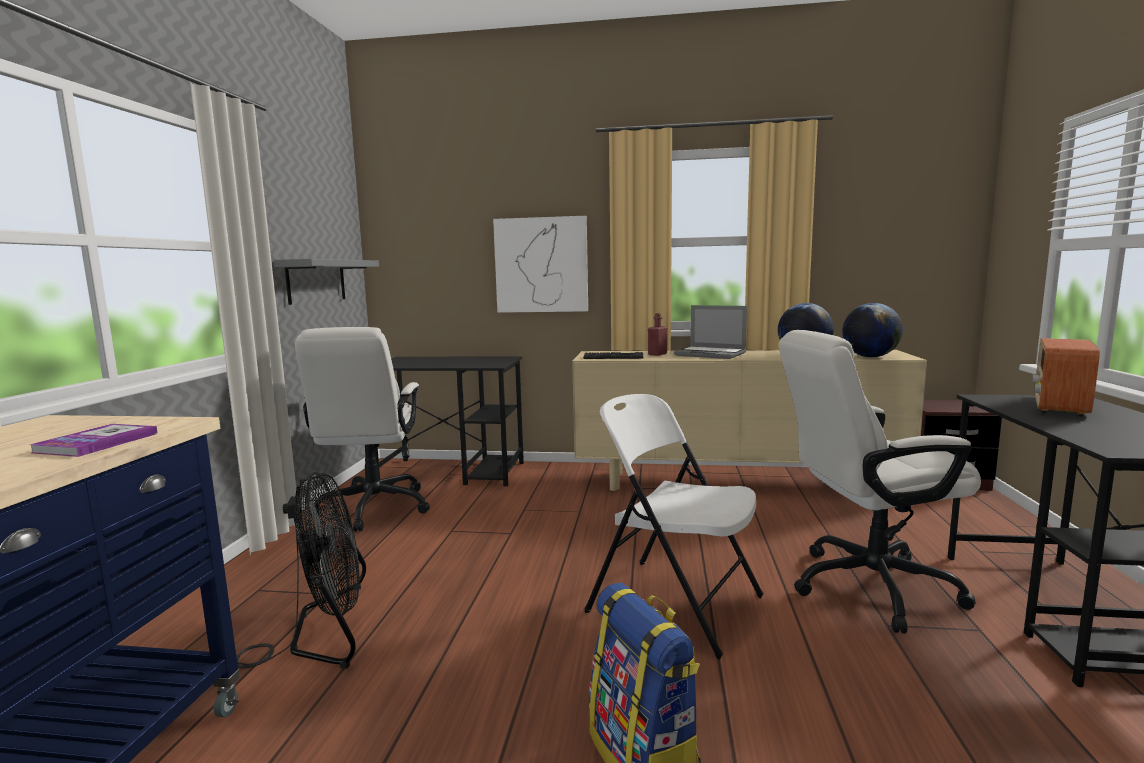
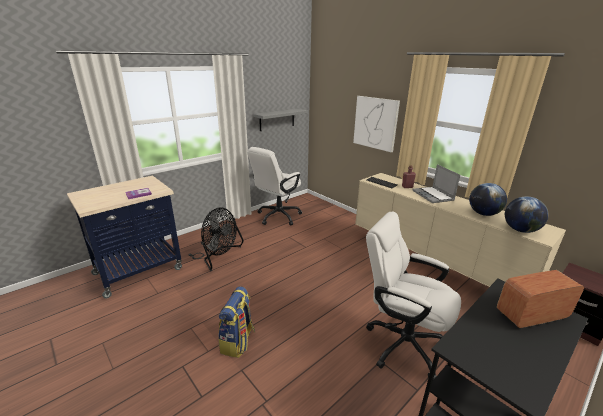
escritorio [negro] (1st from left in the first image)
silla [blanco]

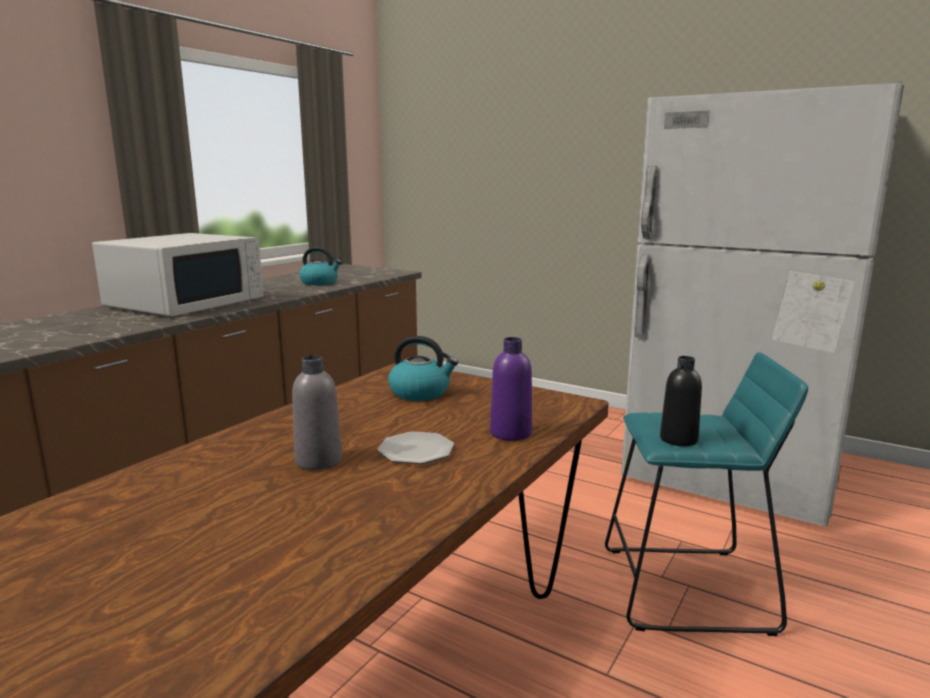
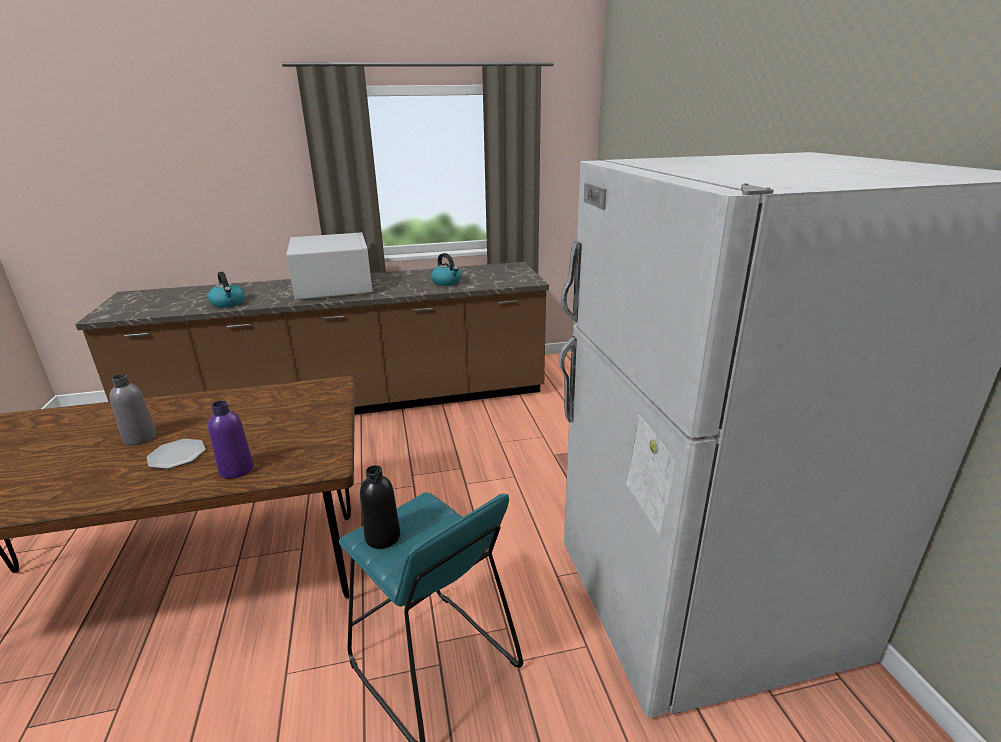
hervidor (1st from left)
microondas [blanco]

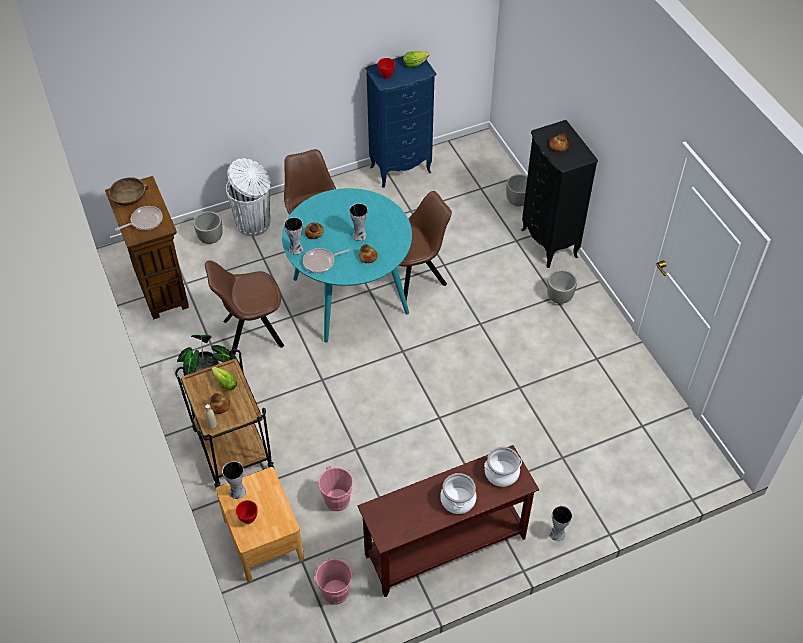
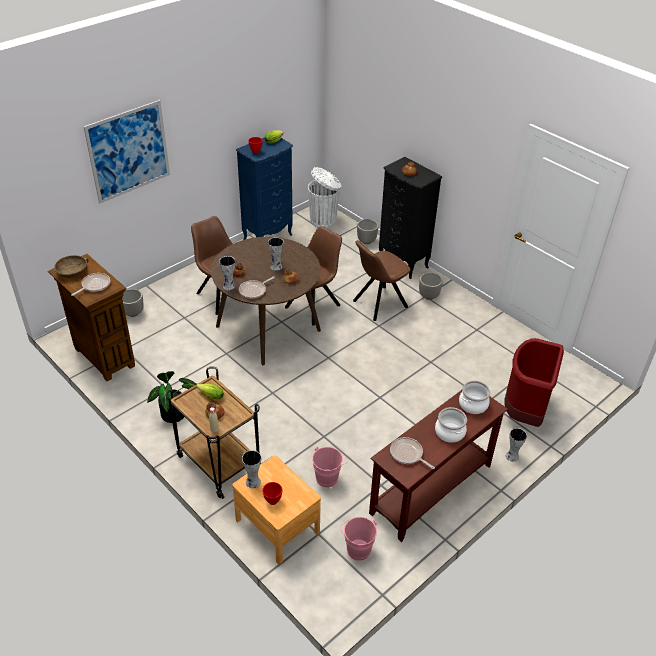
cuadro
sartén (3rd from left)
papelera [rojo]
silla [marrón] (3rd from left)
papelera [blanco]
mesa de comedor [marrón]

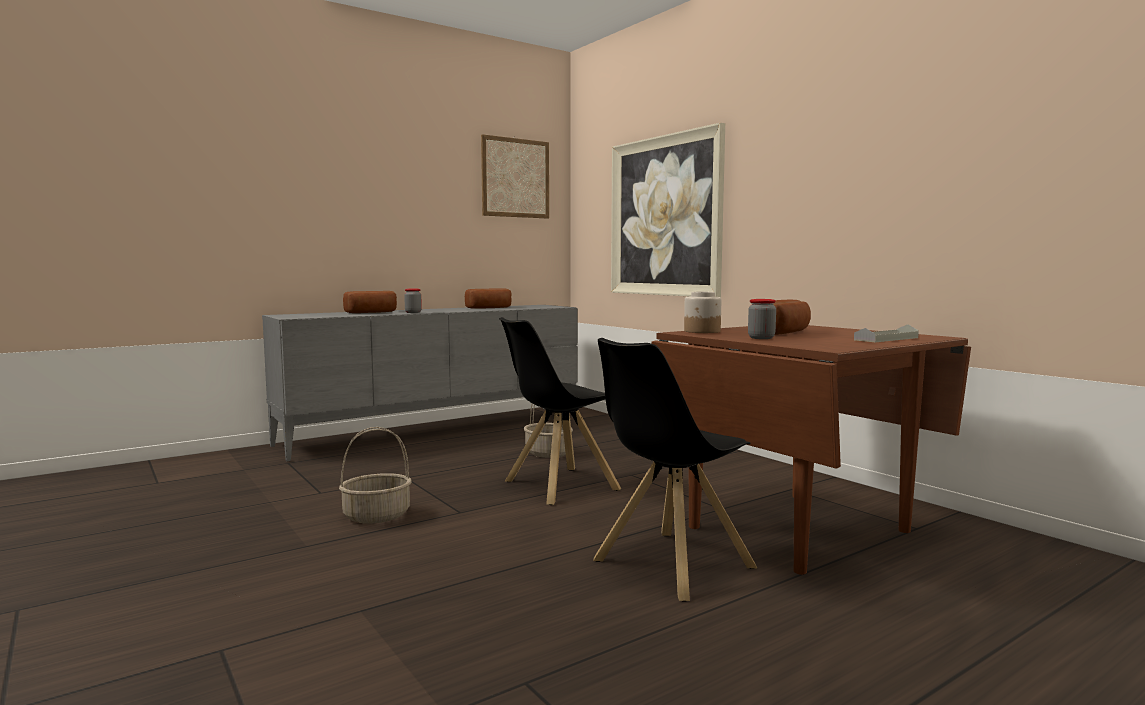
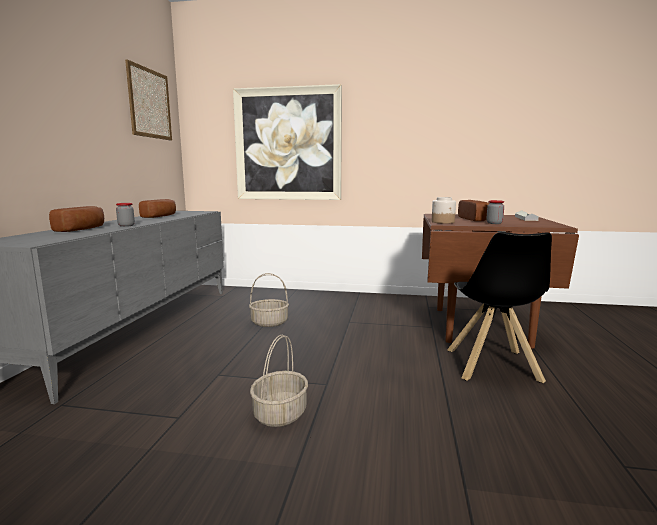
silla [negro] (1st from left in the first image)

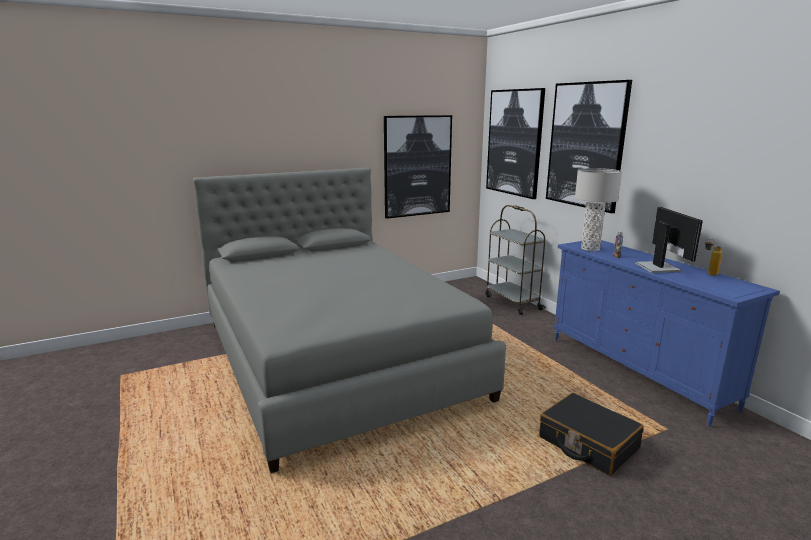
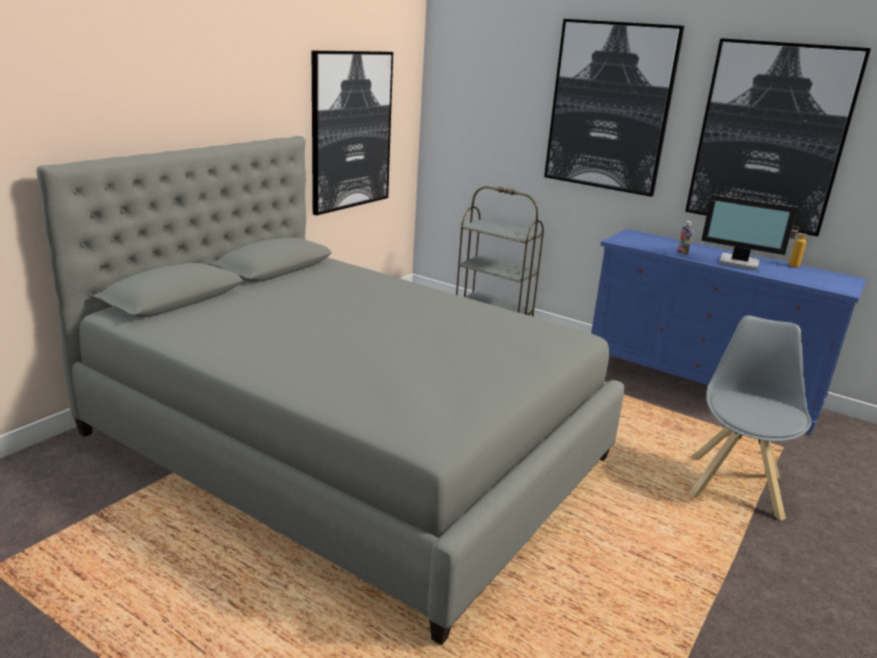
lámpara de mesa [blanco]
cuadro (3rd from left)
silla [gris]
monitor

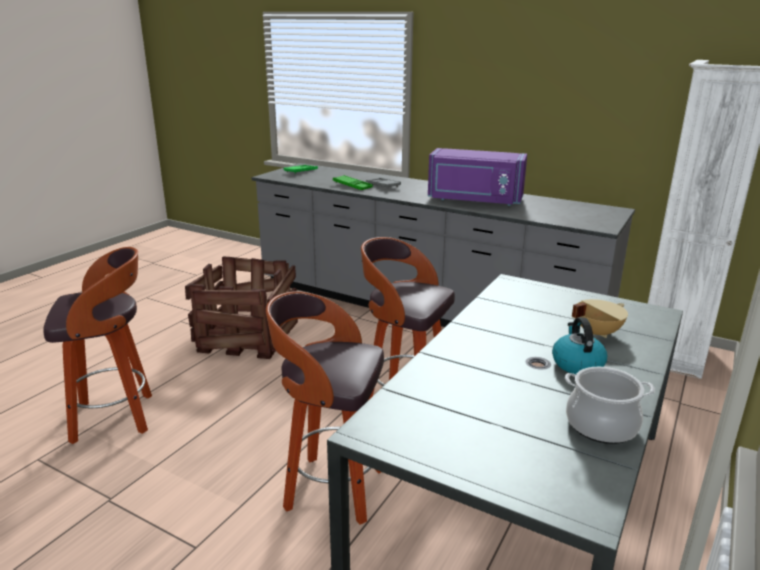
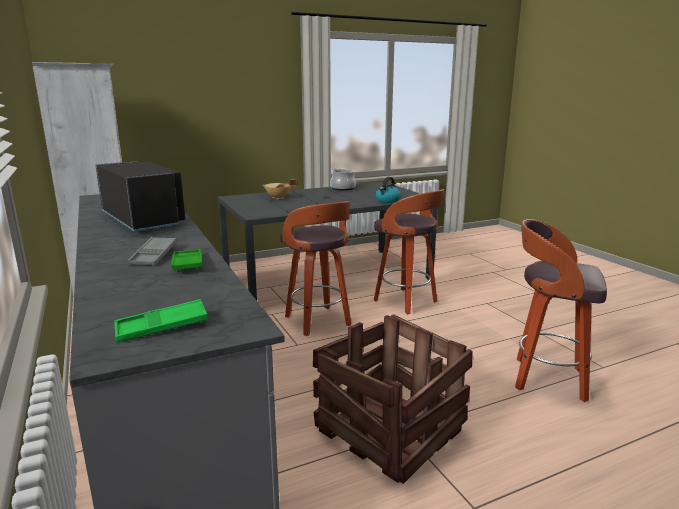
hervidor
microondas [negro]

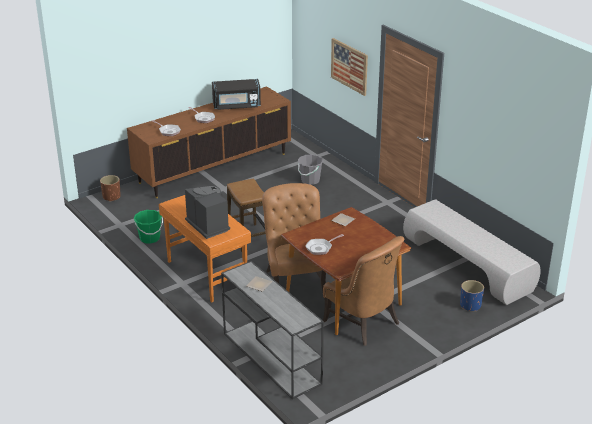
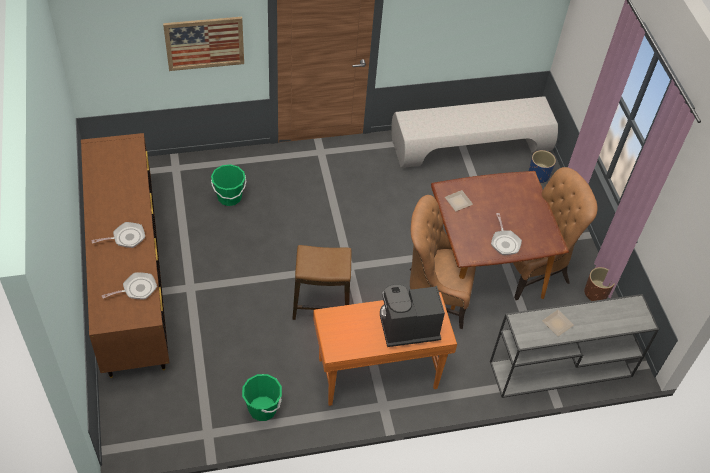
microondas [negro]
maceta [marrón]
cubo [verde] (1st from left)

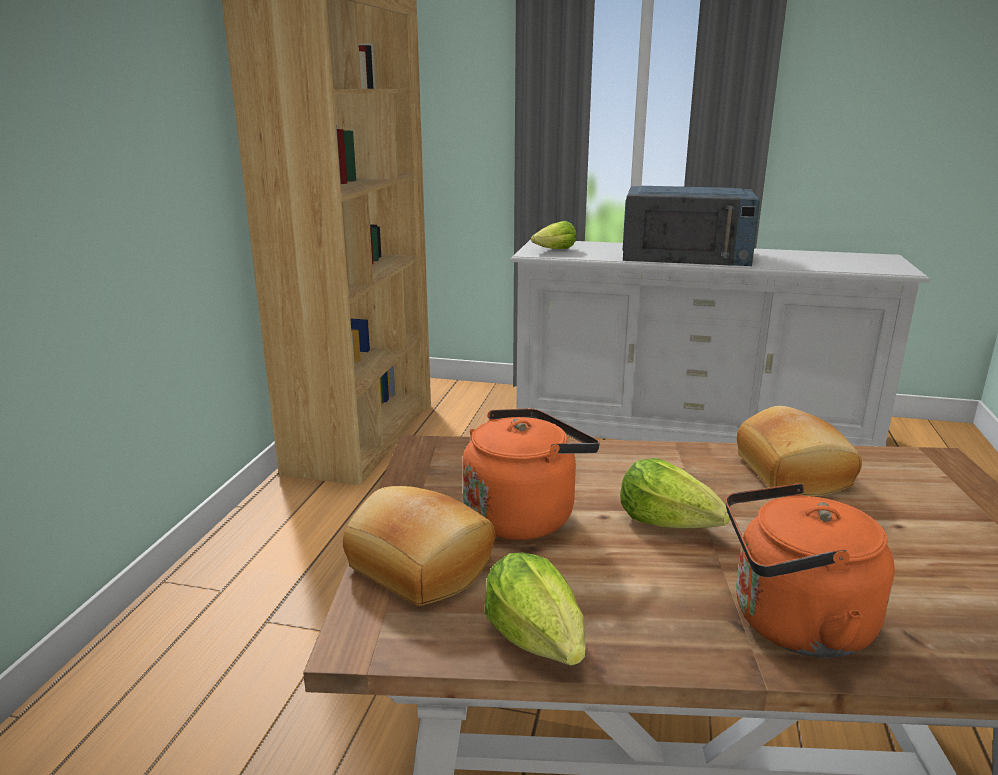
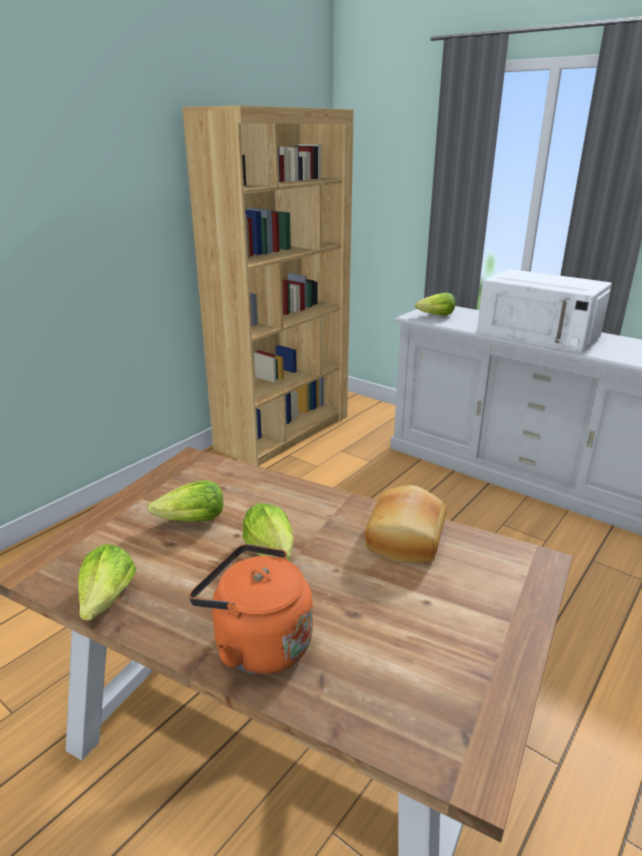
pan (1st from left in the first image)
lechuga (2nd from left)
microondas [blanco]

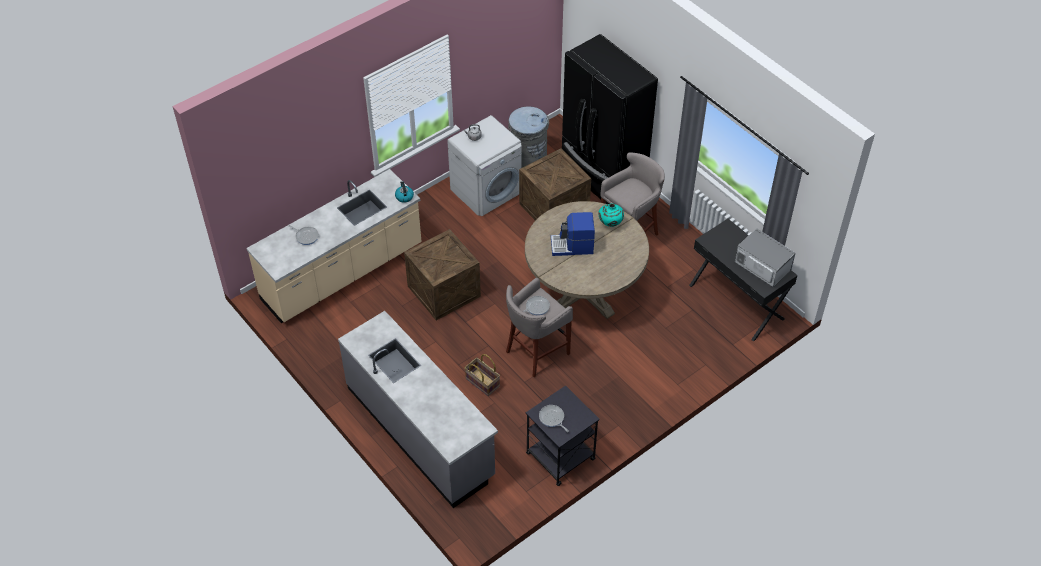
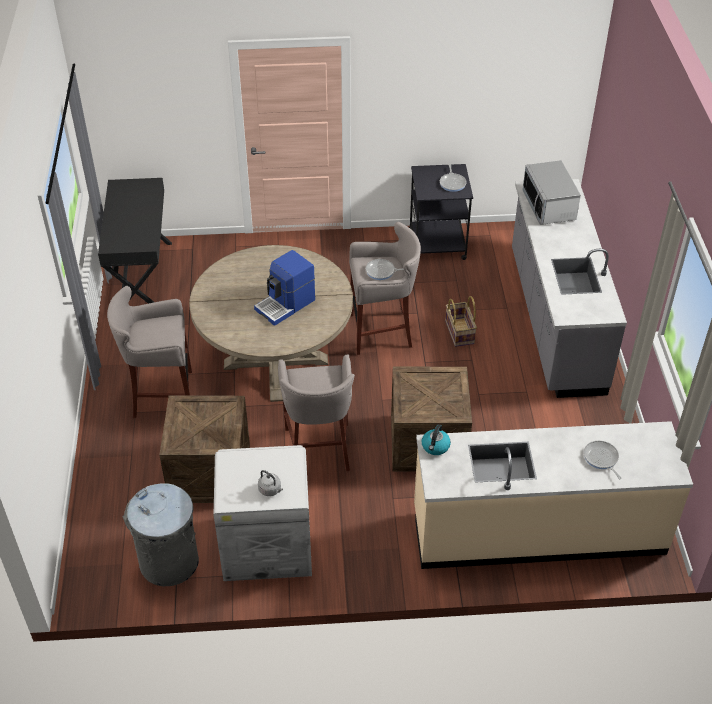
nevera [negro]
florero [turquesa]
taburete [gris] (2nd from left)
microondas
cafetera

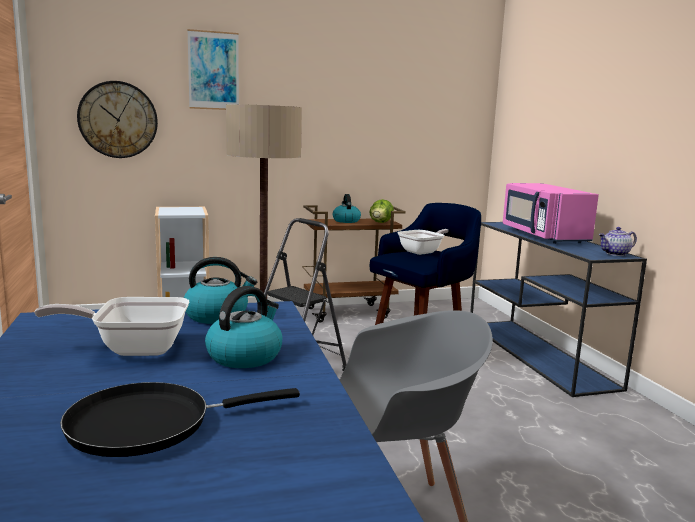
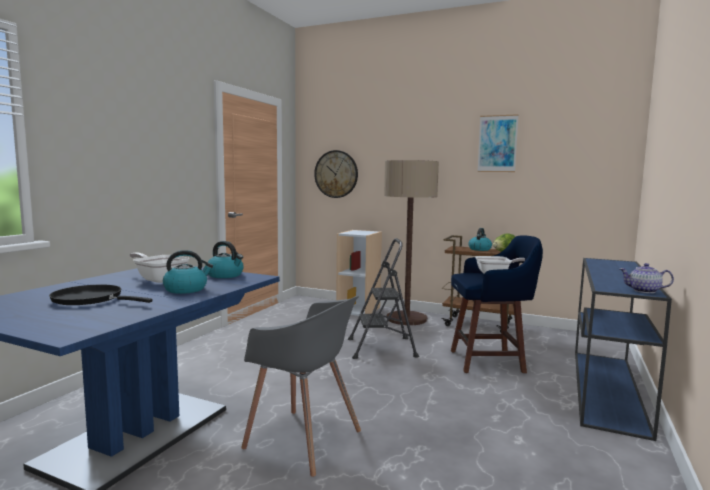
microondas [rosa]
cuadro

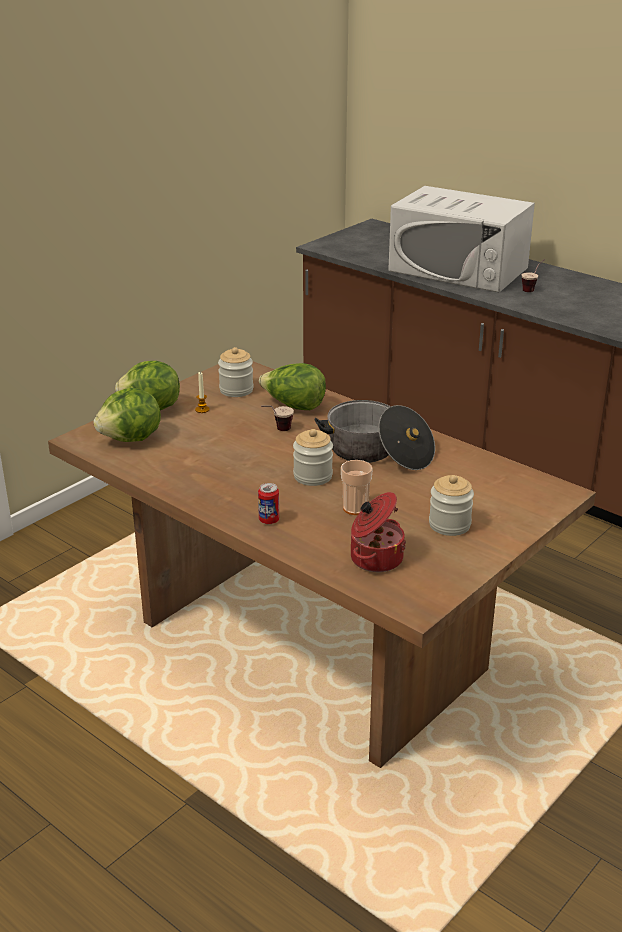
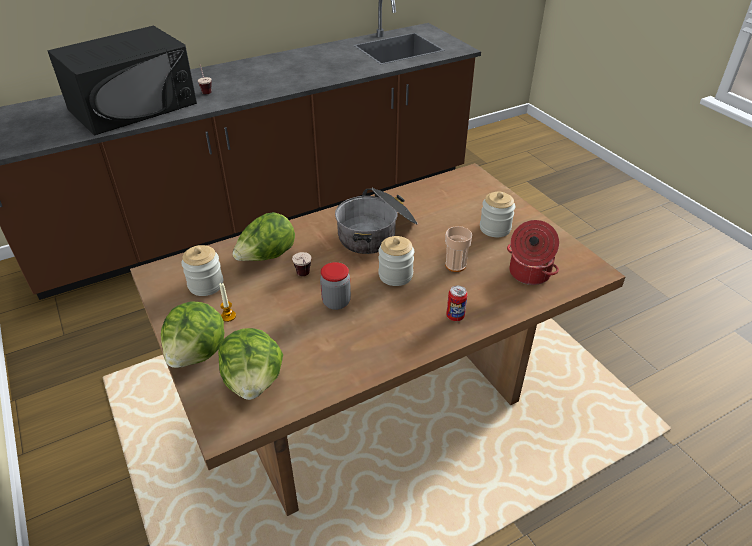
tarro (2nd from left)
microondas [negro]

